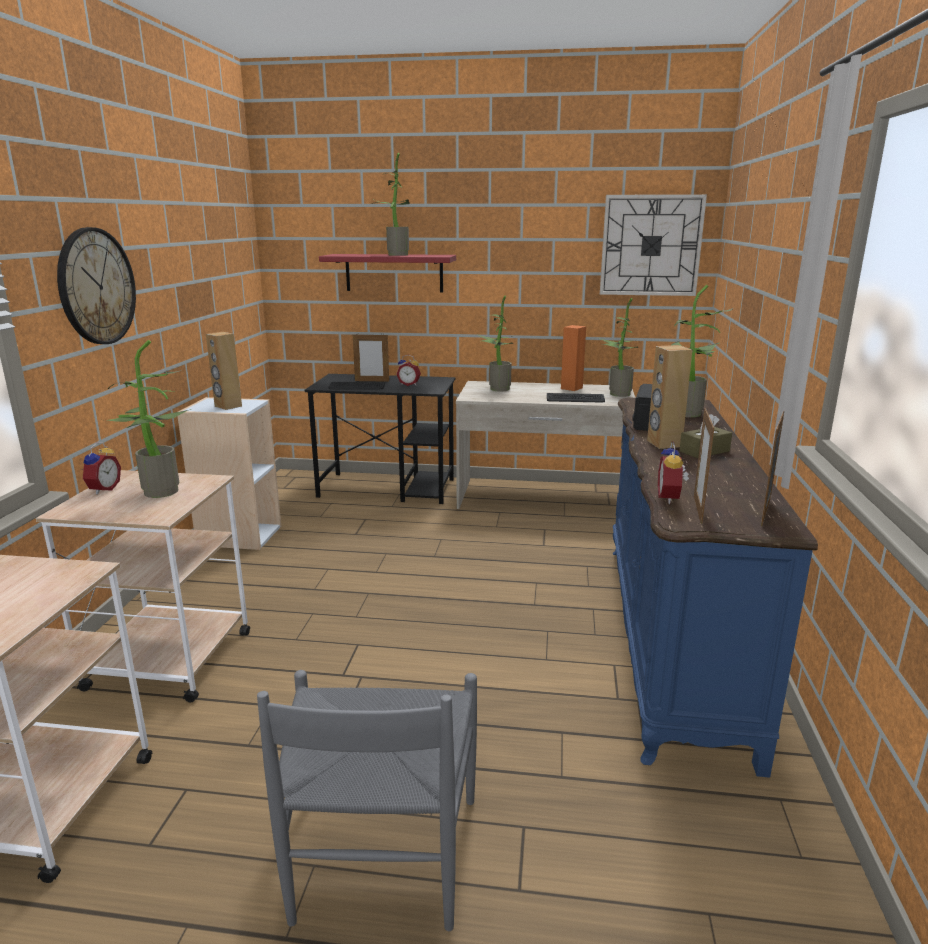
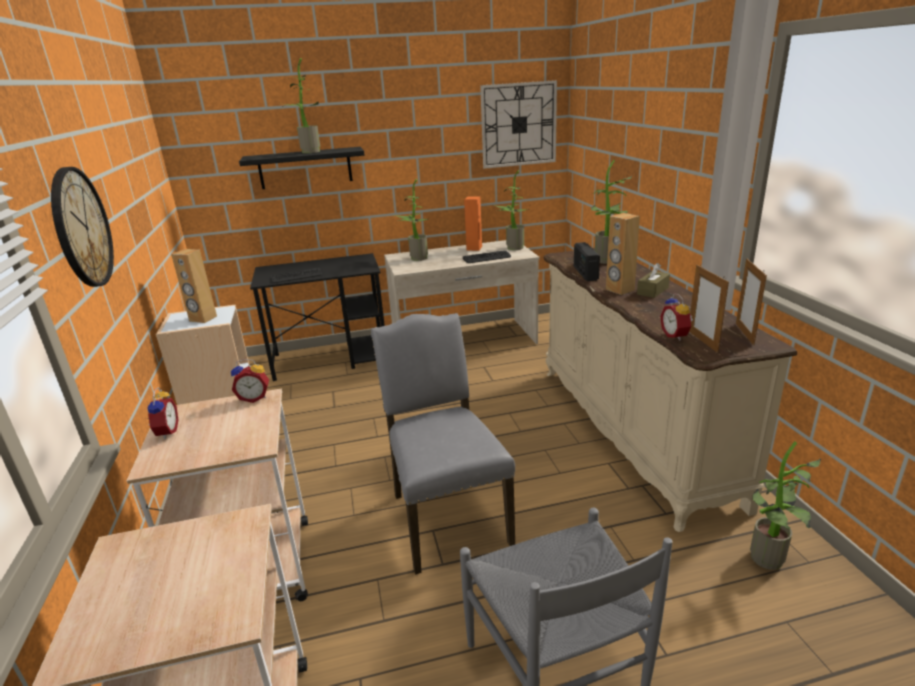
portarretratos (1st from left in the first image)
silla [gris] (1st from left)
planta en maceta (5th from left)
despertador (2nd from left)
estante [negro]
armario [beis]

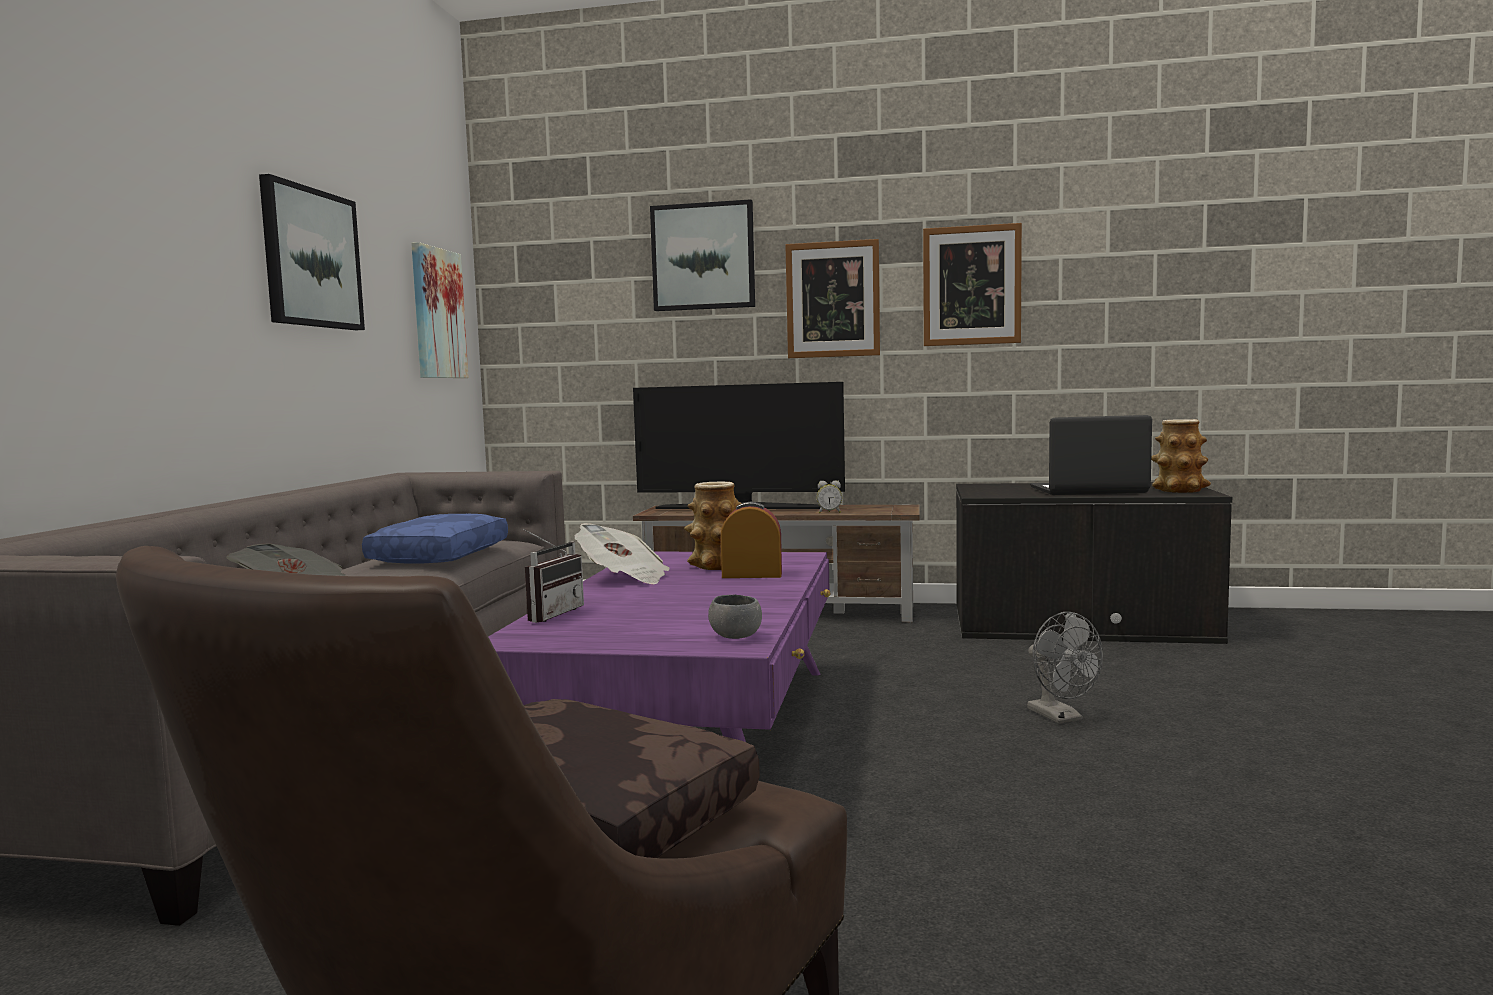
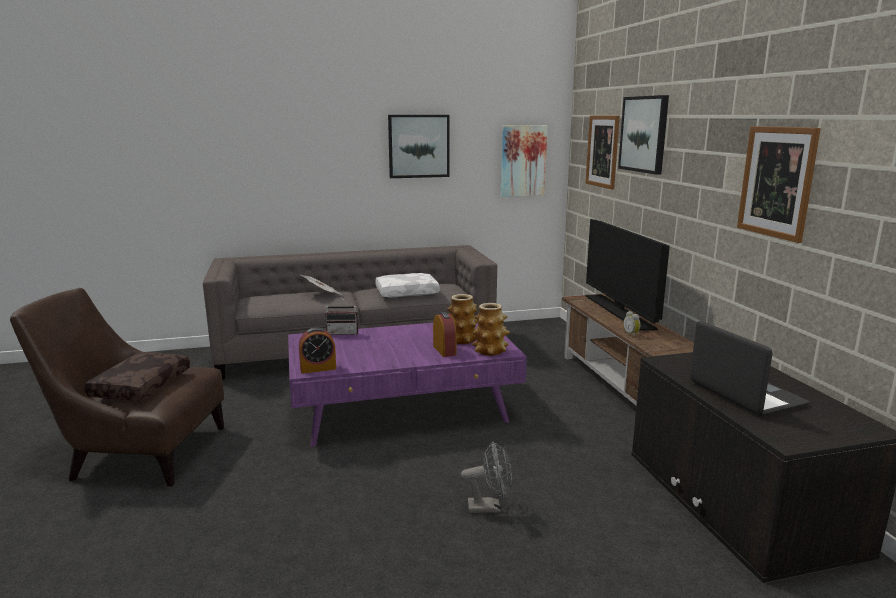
periódico (2nd from left in the first image)
cuadro (3rd from left)
florero (2nd from left)
despertador (1st from left)
cojín [blanco]
ventilador [gris]

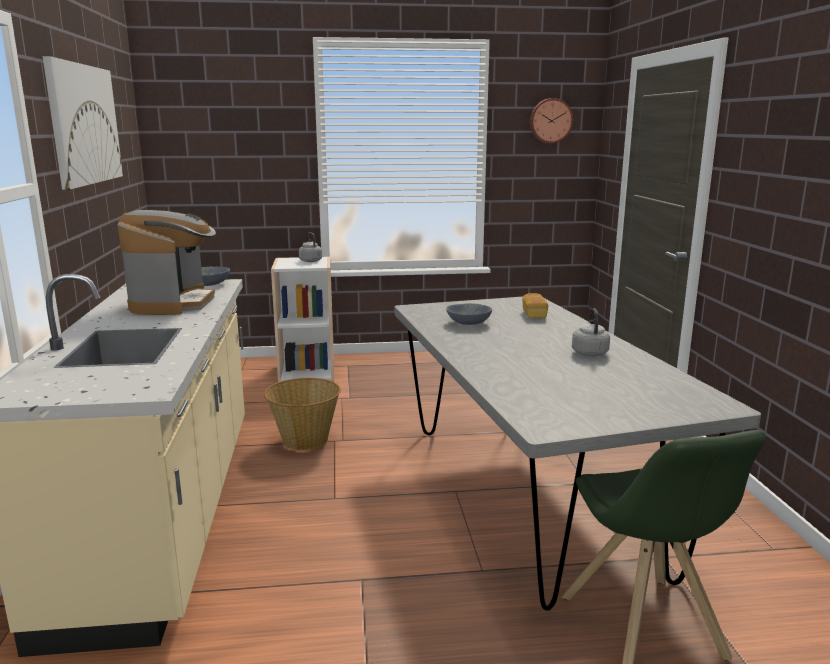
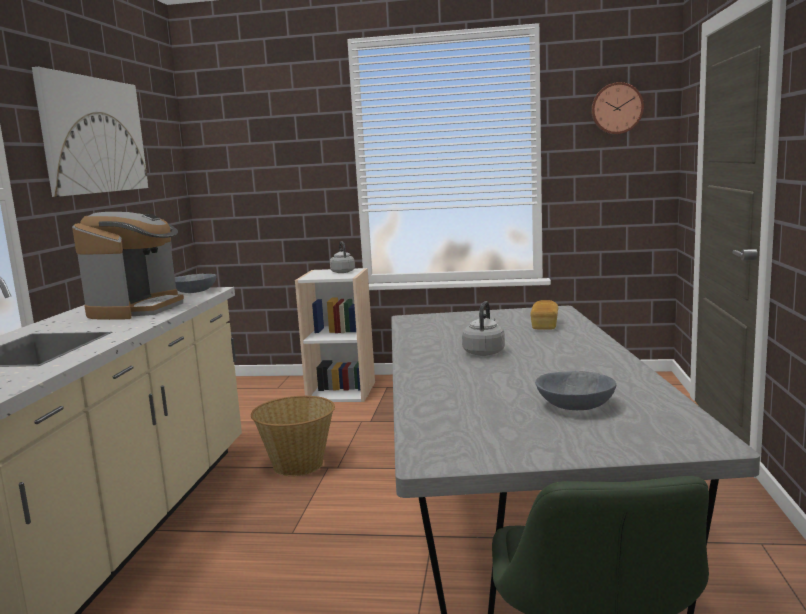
cuenco [gris] (2nd from left)
hervidor [gris] (2nd from left)

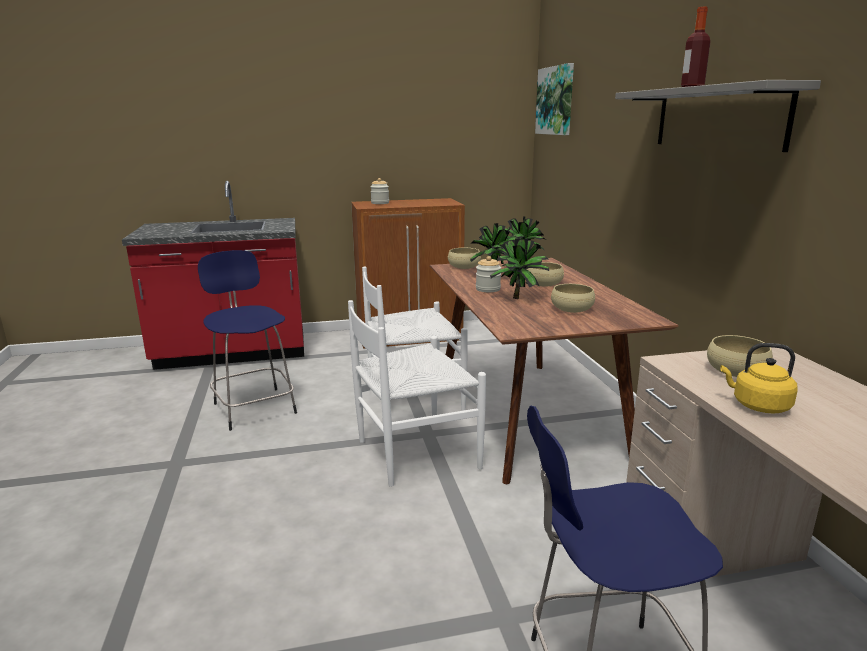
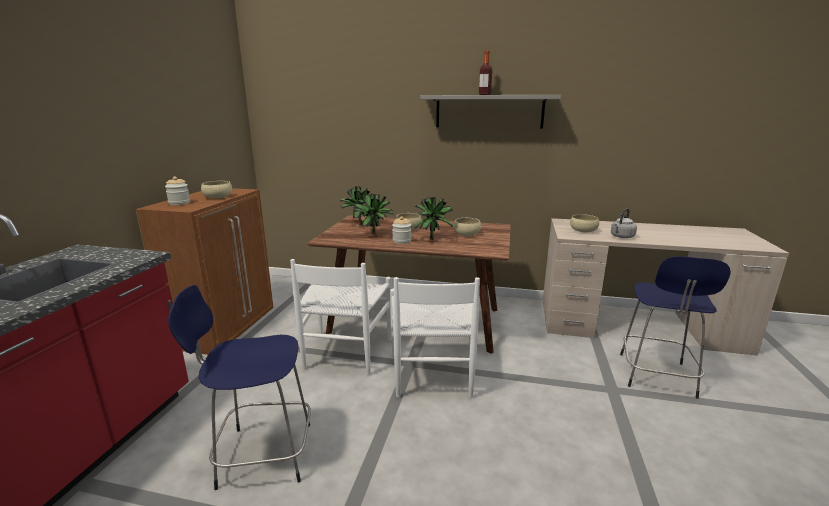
cuadro
cuenco [beis] (1st from left)
hervidor [gris]

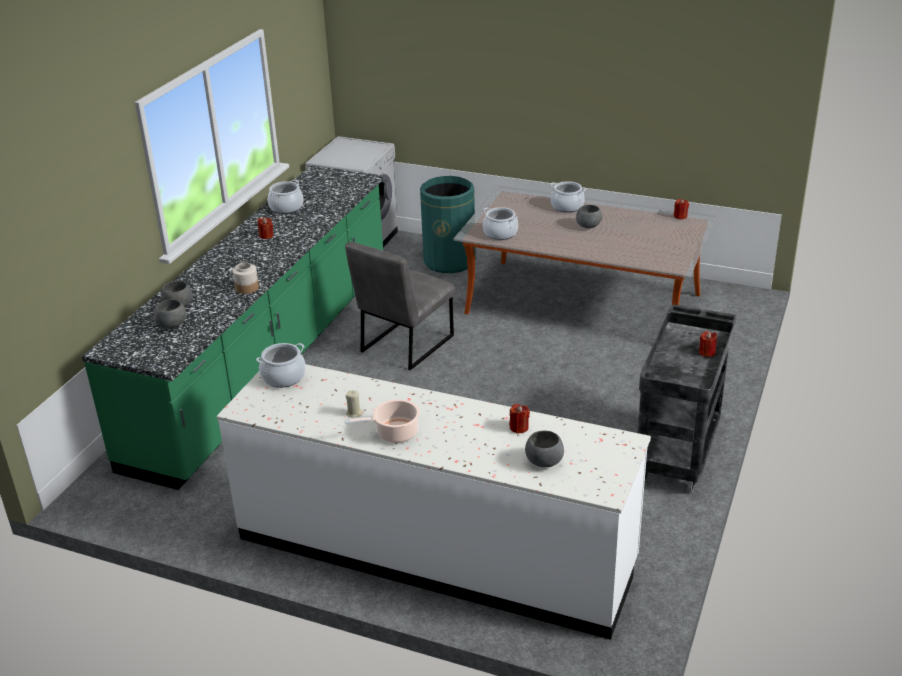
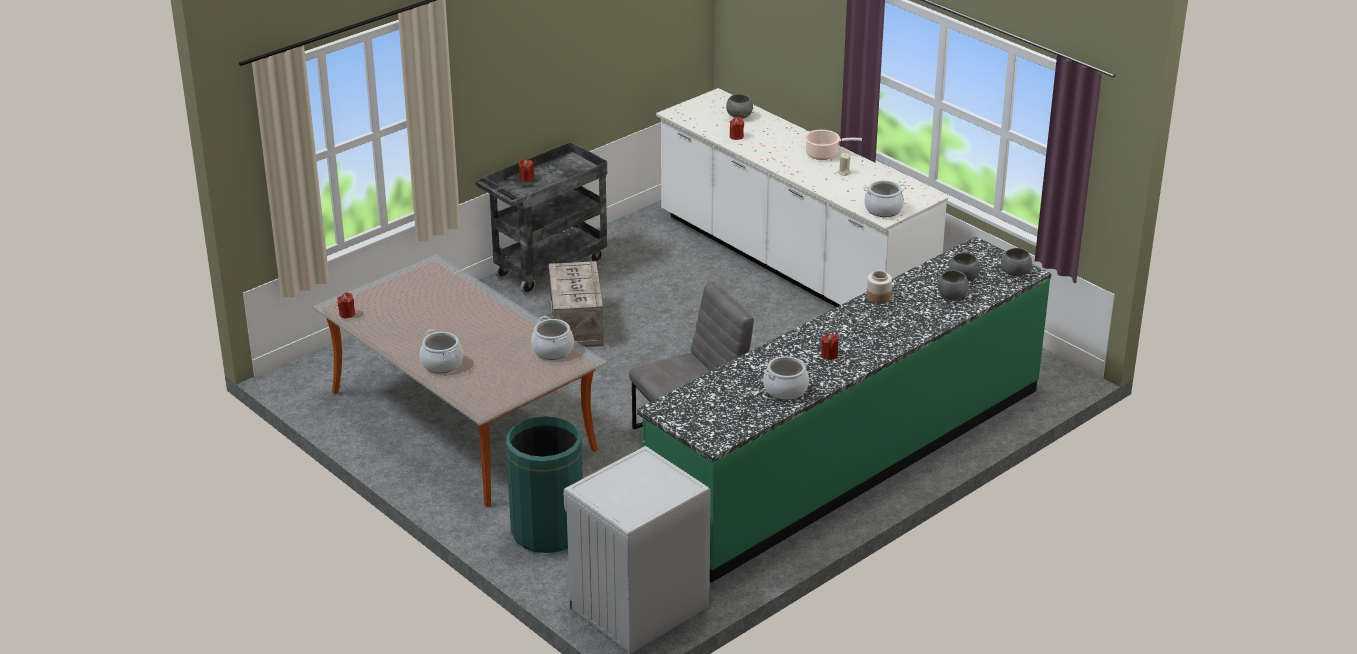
caja de embalaje
cuenco [gris] (4th from left)

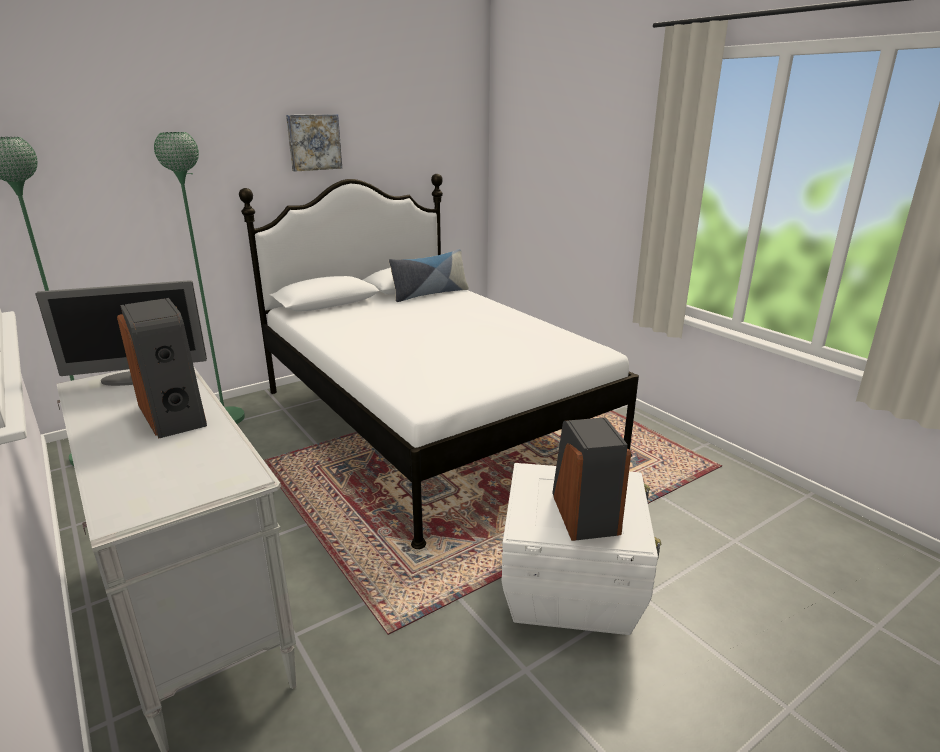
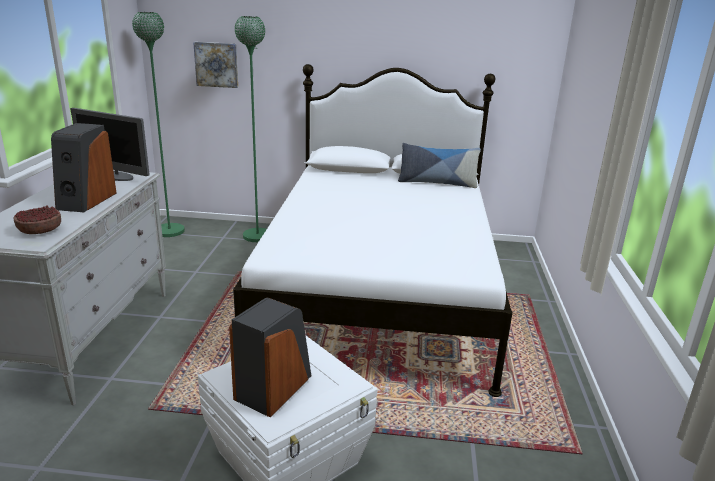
cuenco
cuadro

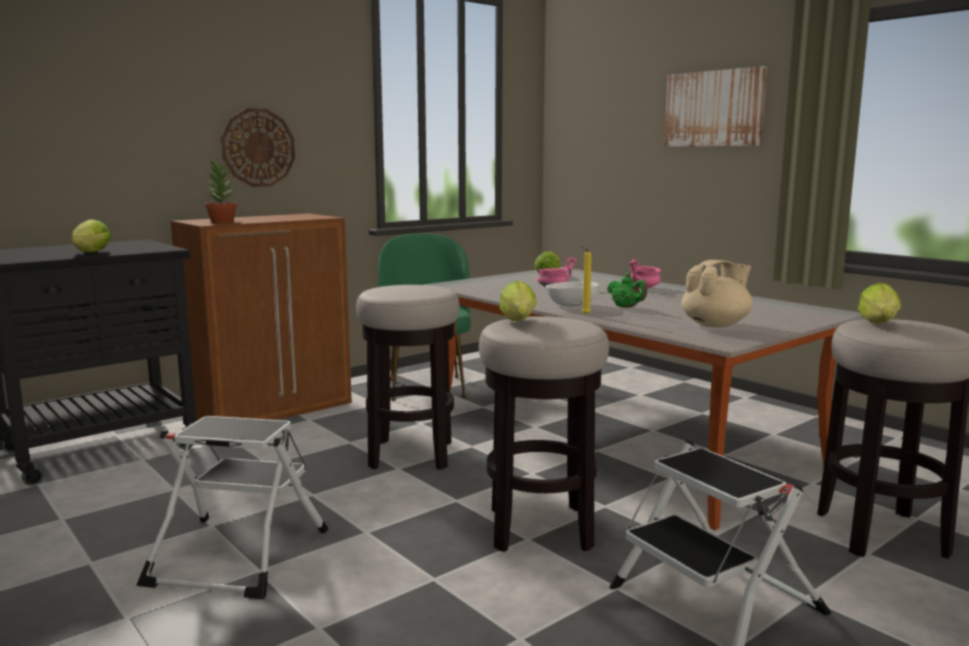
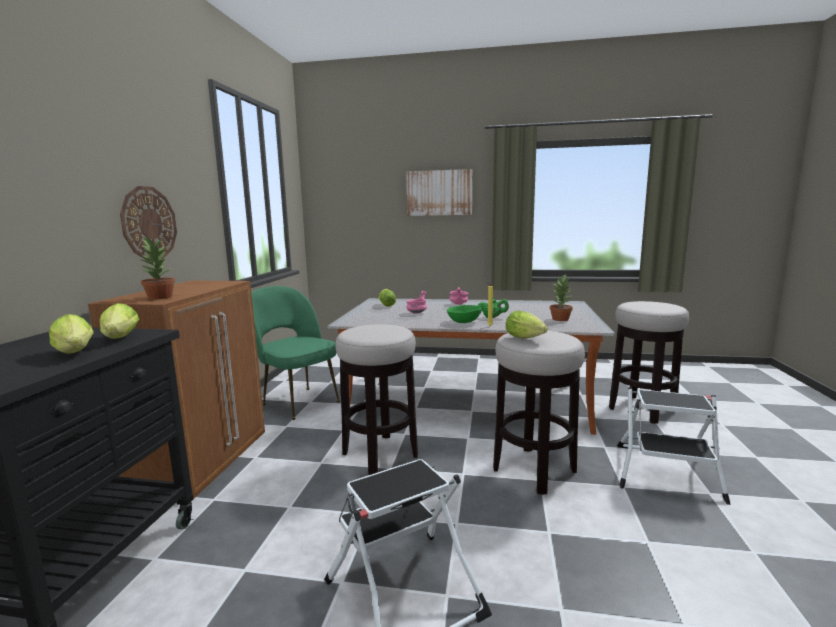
lechuga (2nd from left)
planta en maceta (2nd from left)
cuenco [verde]

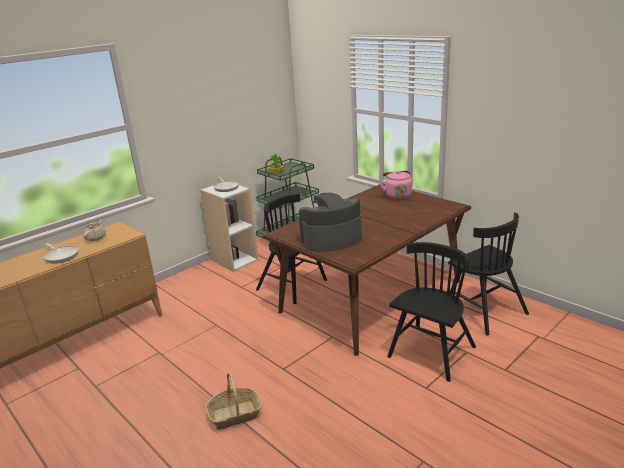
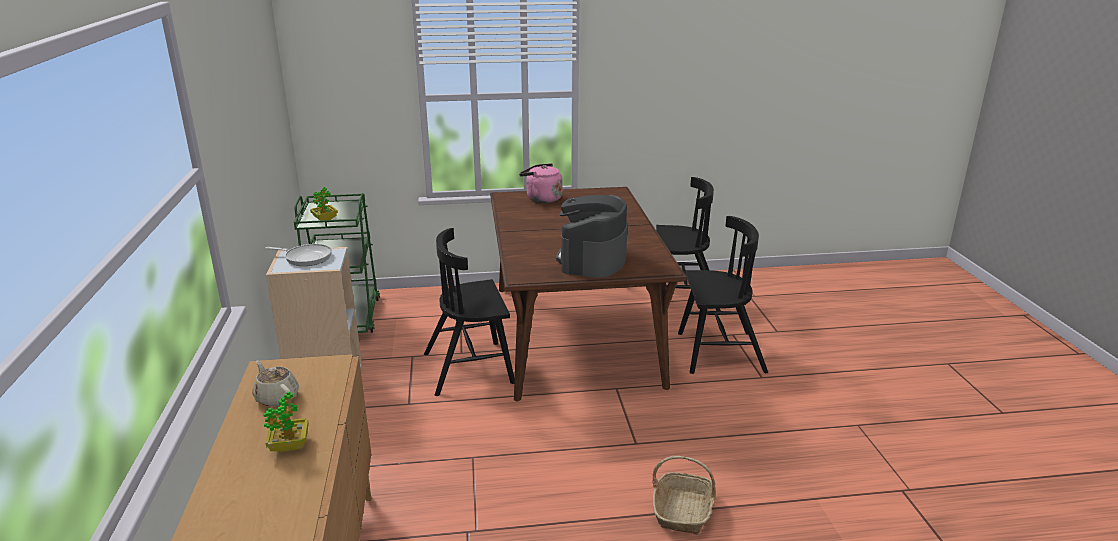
planta en maceta (1st from left)
silla [negro] (3rd from left)

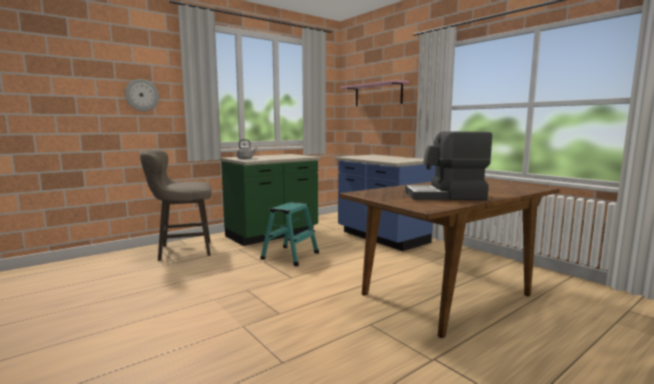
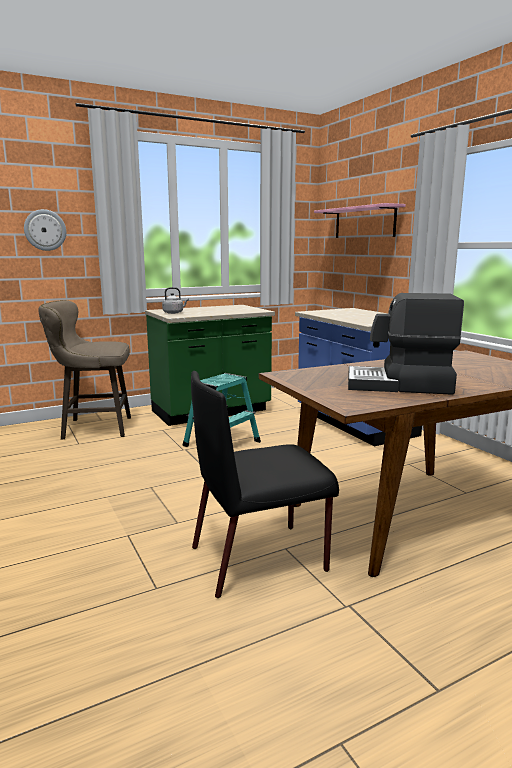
silla [negro]

